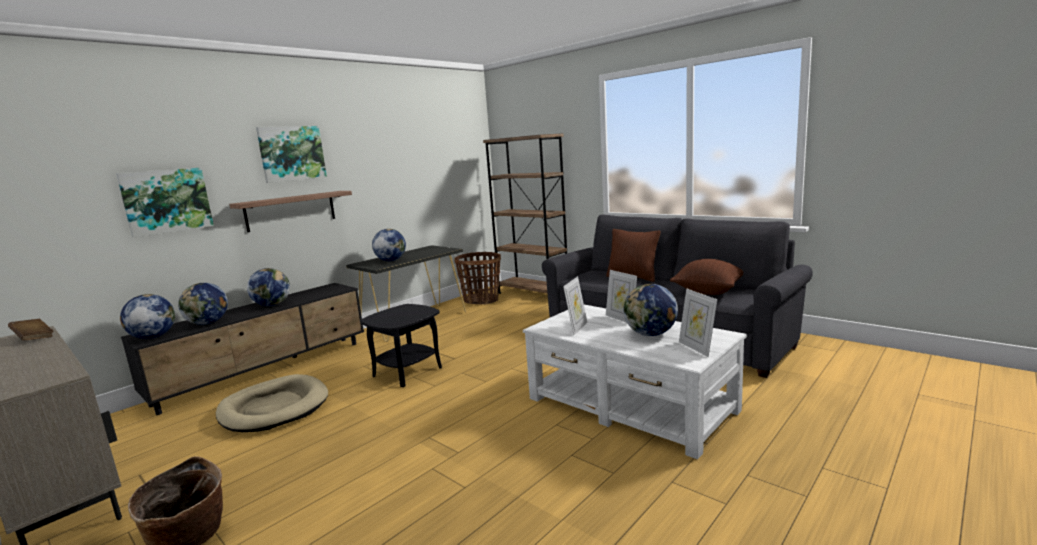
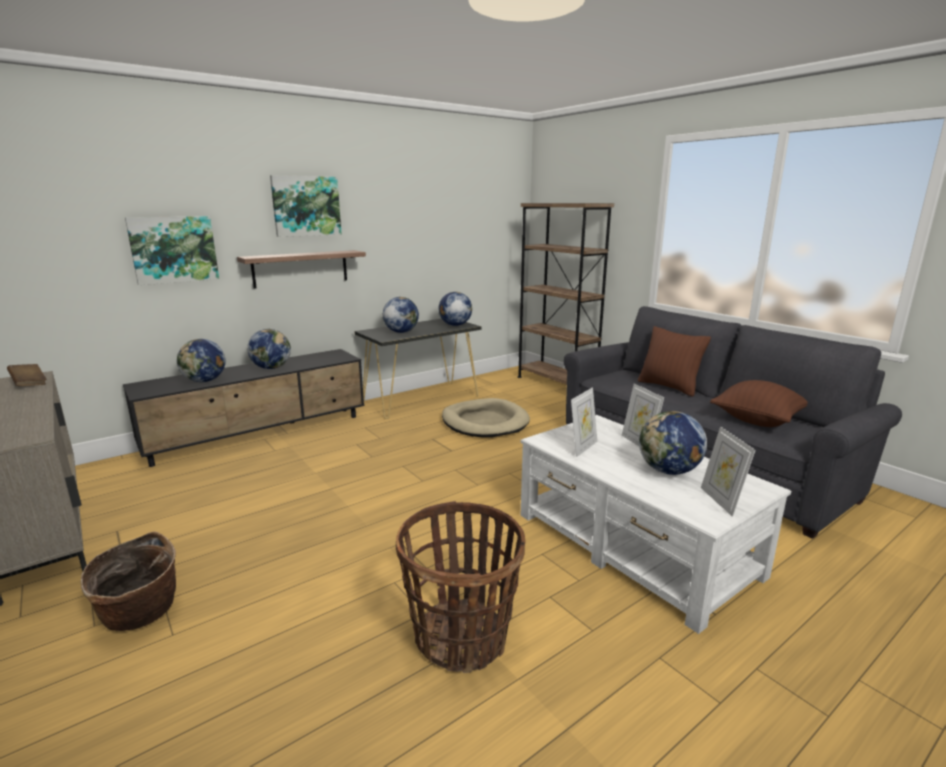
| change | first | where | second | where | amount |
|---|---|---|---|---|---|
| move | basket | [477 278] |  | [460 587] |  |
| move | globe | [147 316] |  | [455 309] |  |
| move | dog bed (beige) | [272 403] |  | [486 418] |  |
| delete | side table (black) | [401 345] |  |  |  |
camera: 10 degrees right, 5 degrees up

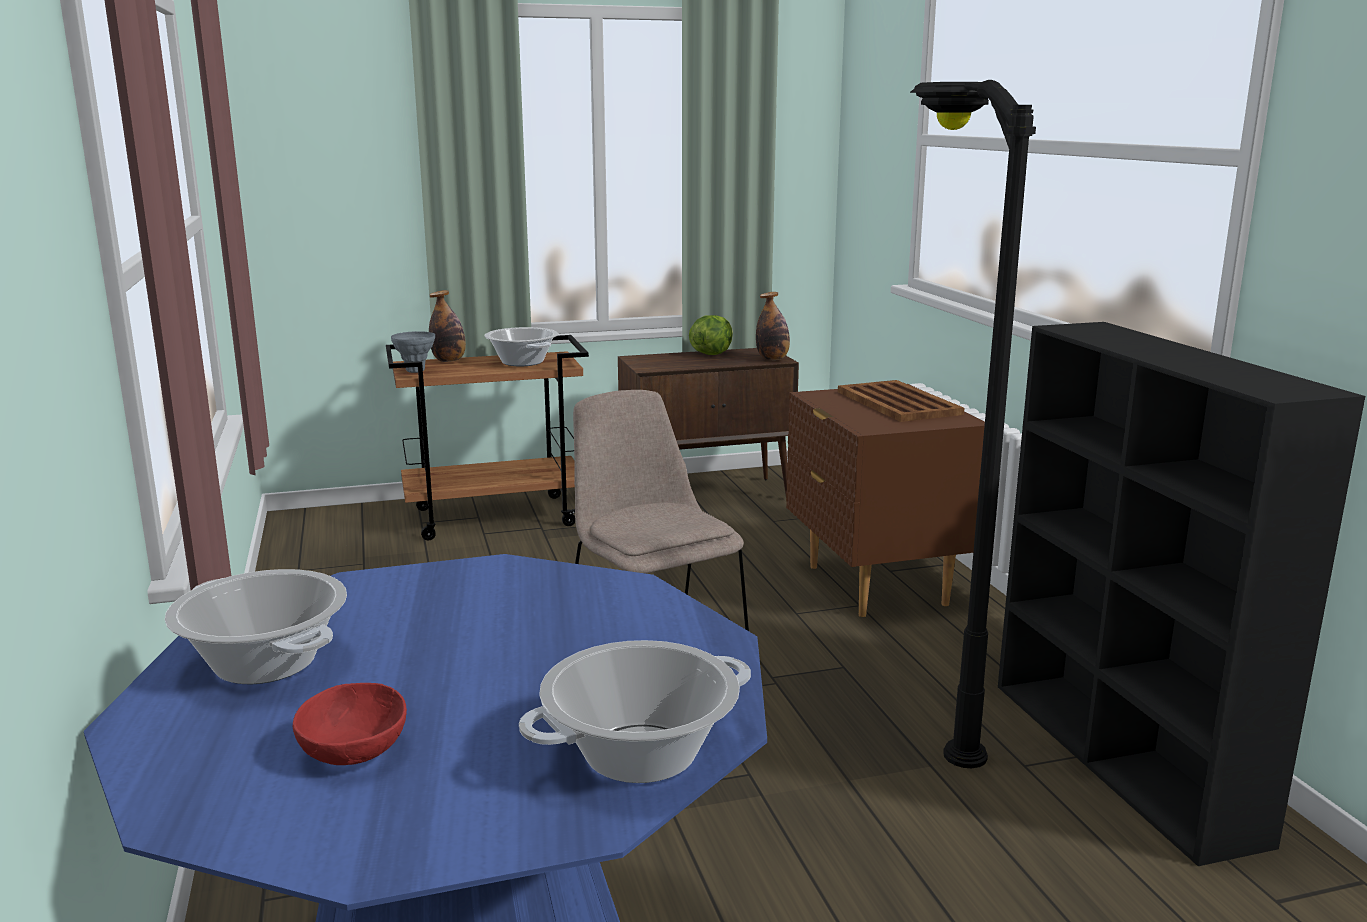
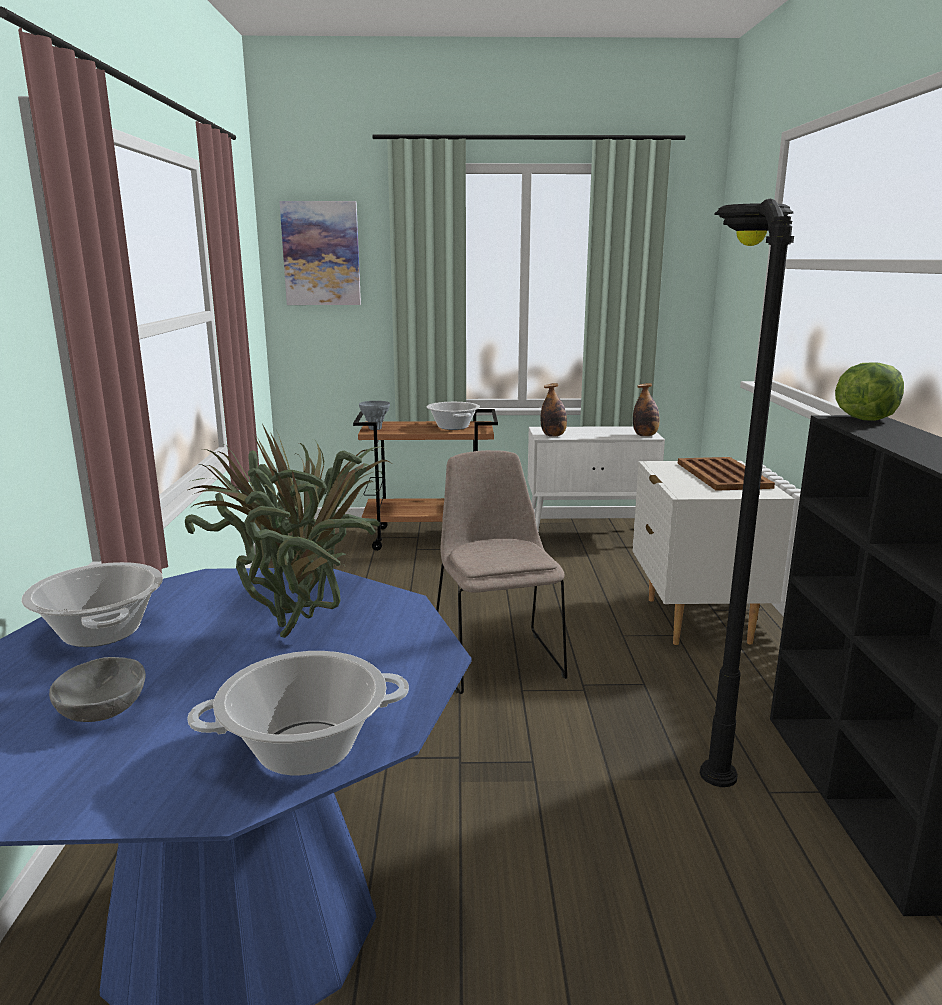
| change | first | where | second | where | amount |
|---|---|---|---|---|---|
| recolor | bowl (red) | [350 724] | bowl (grey) | [97 689] |  |
| insert |  |  | potted plant | [288 531] |  |
| insert |  |  | picture | [320 253] |  |
| recolor | cabinet (brown) | [708 421] | cabinet (white) | [596 478] |  |
| move | bottle | [447 326] |  | [554 410] |  |
| recolor | nightstand (brown) | [885 500] | nightstand (white) | [713 553] |  |
| move | lettuce | [711 335] |  | [869 391] |  |
camera: 15 degrees right, 0 degrees up

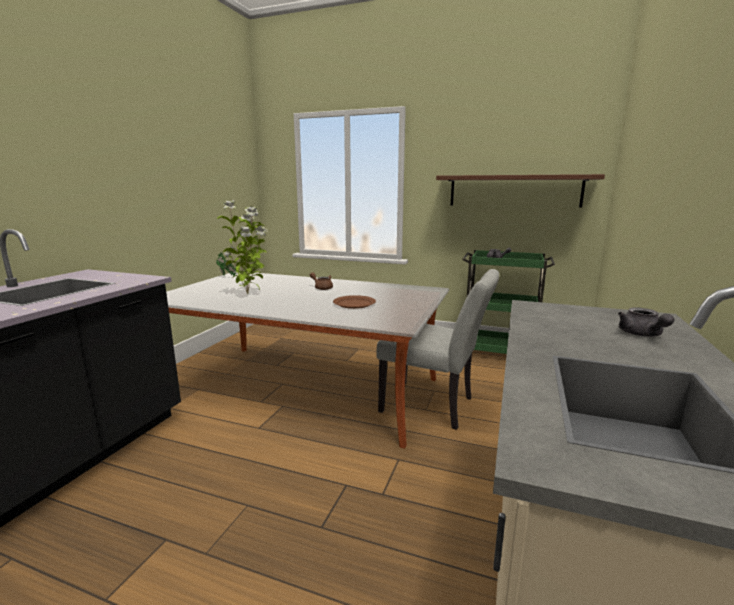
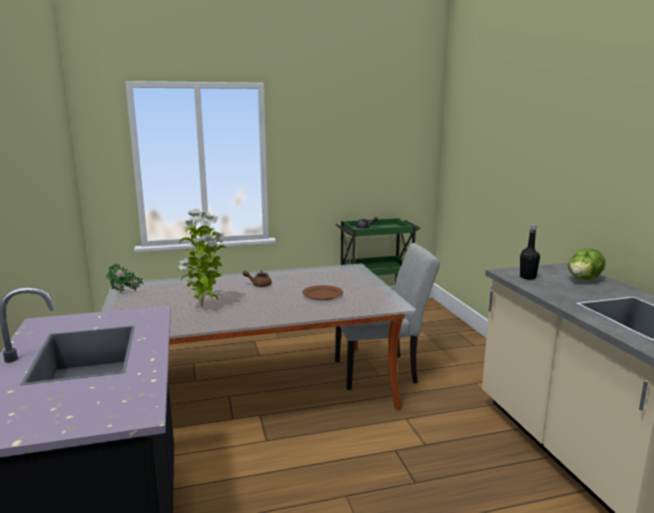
| change | first | where | second | where | amount |
|---|---|---|---|---|---|
| insert |  |  | bottle (black) | [530 252] |  |
| replace | teapot (grey) | [646 322] | lettuce | [587 264] |  |
| delete | shelf (brown) | [520 190] |  |  |  |
camera: 35 degrees left, 0 degrees up

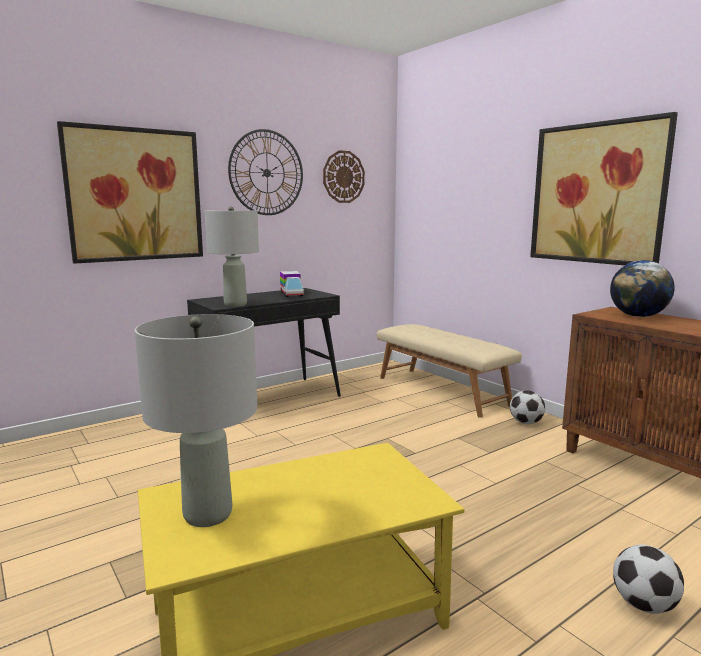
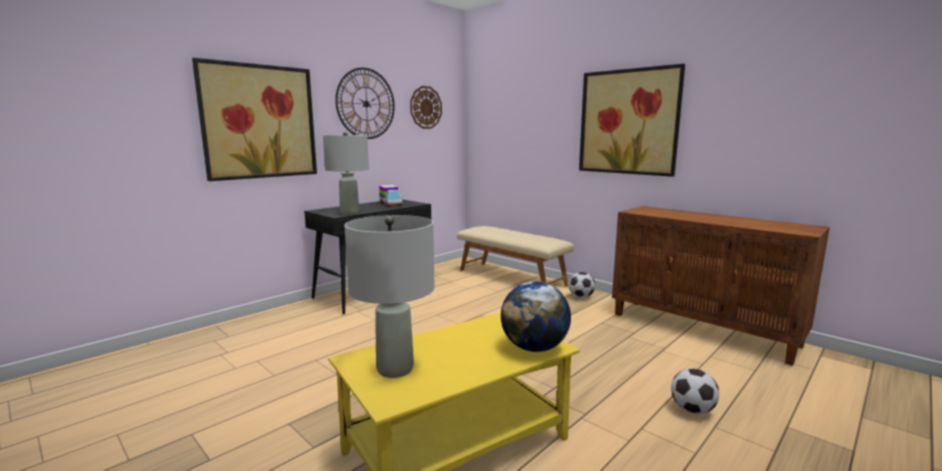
| change | first | where | second | where | amount |
|---|---|---|---|---|---|
| move | globe | [642 288] |  | [536 316] |  |
camera: 10 degrees left, 0 degrees up

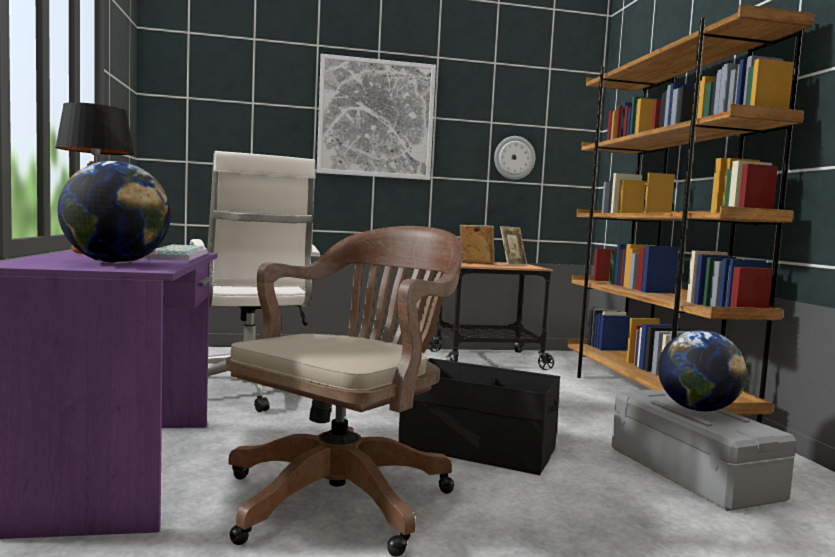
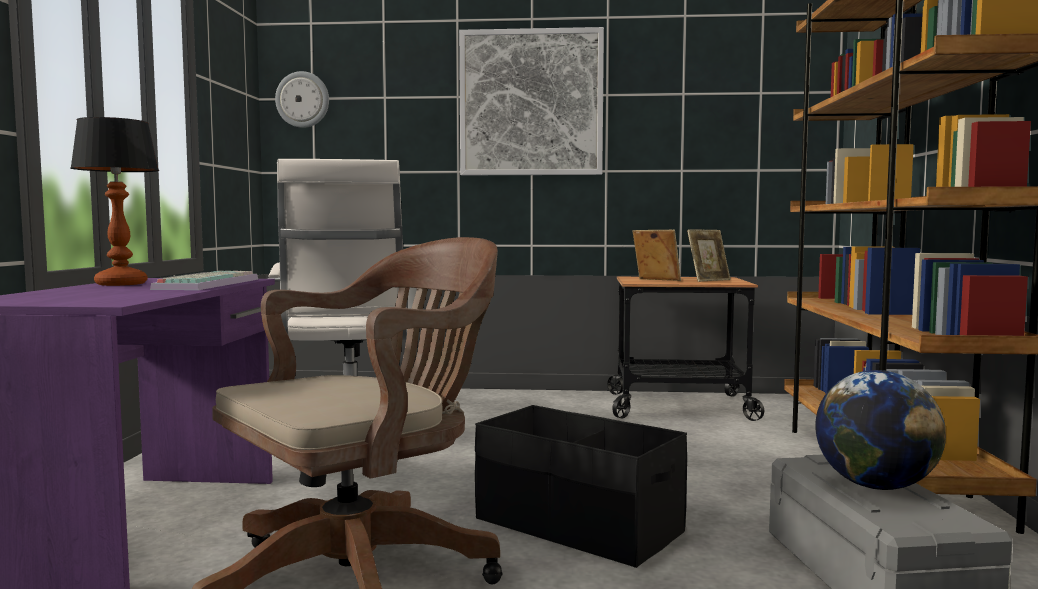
| change | first | where | second | where | amount |
|---|---|---|---|---|---|
| move | wall clock | [514 158] |  | [302 99] |  |
| delete | globe | [114 212] |  |  |  |
camera: 15 degrees right, 0 degrees up

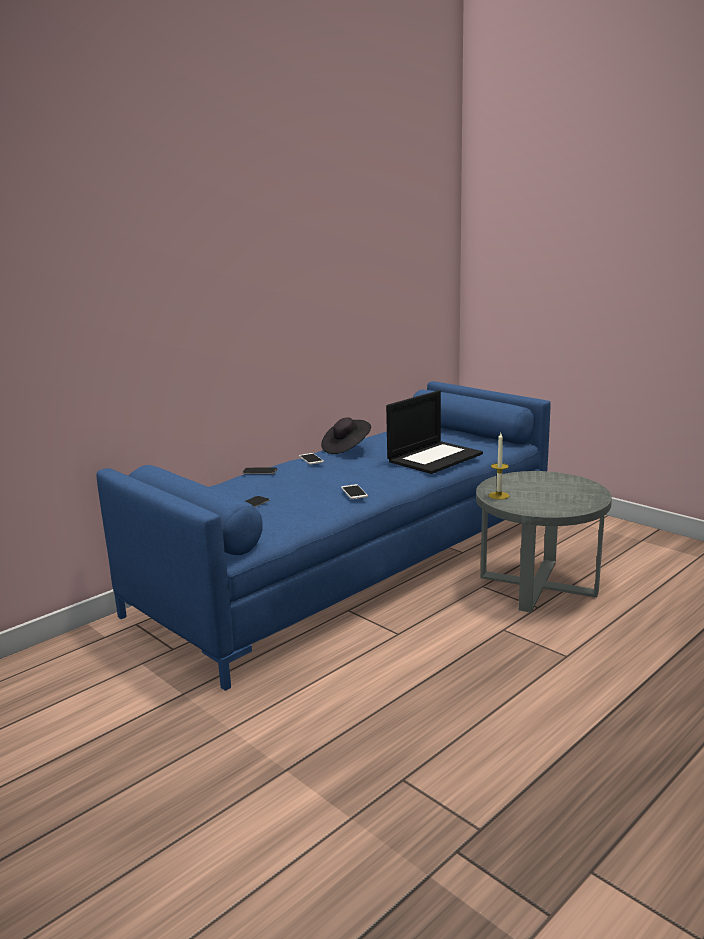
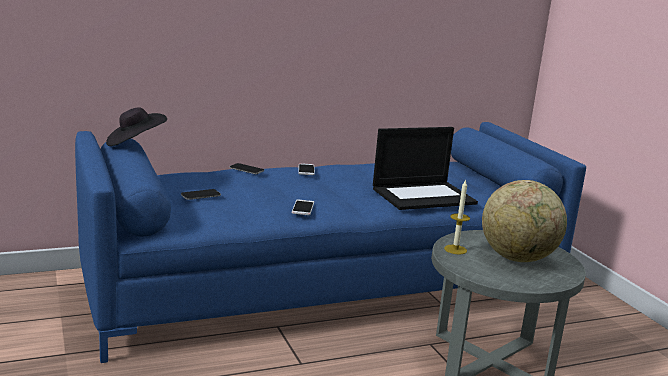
| change | first | where | second | where | amount |
|---|---|---|---|---|---|
| move | hat (black) | [346 435] |  | [136 126] |  |
| insert |  |  | globe | [524 221] |  |
camera: 20 degrees right, 0 degrees up

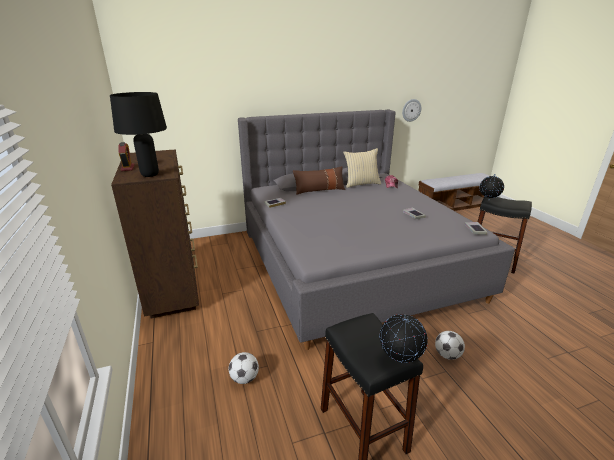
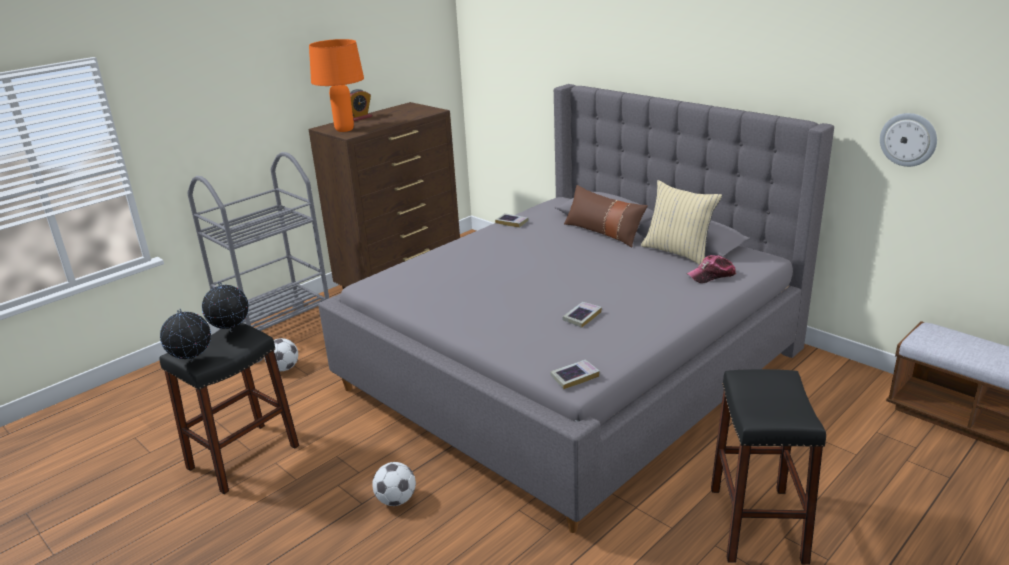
| change | first | where | second | where | amount |
|---|---|---|---|---|---|
| insert |  |  | cart (grey) | [258 257] |  |
| move | globe | [492 187] |  | [225 307] |  |
| recolor | table lamp (black) | [138 134] | table lamp (orange) | [336 85] |  |
camera: 65 degrees right, 0 degrees up

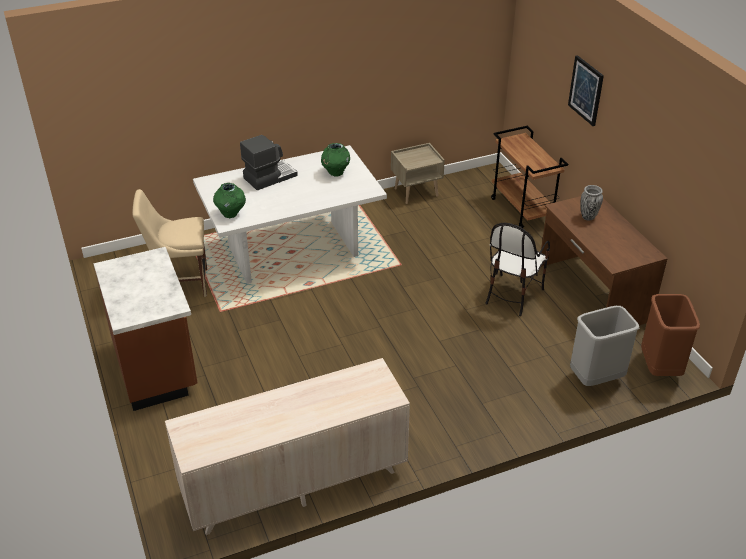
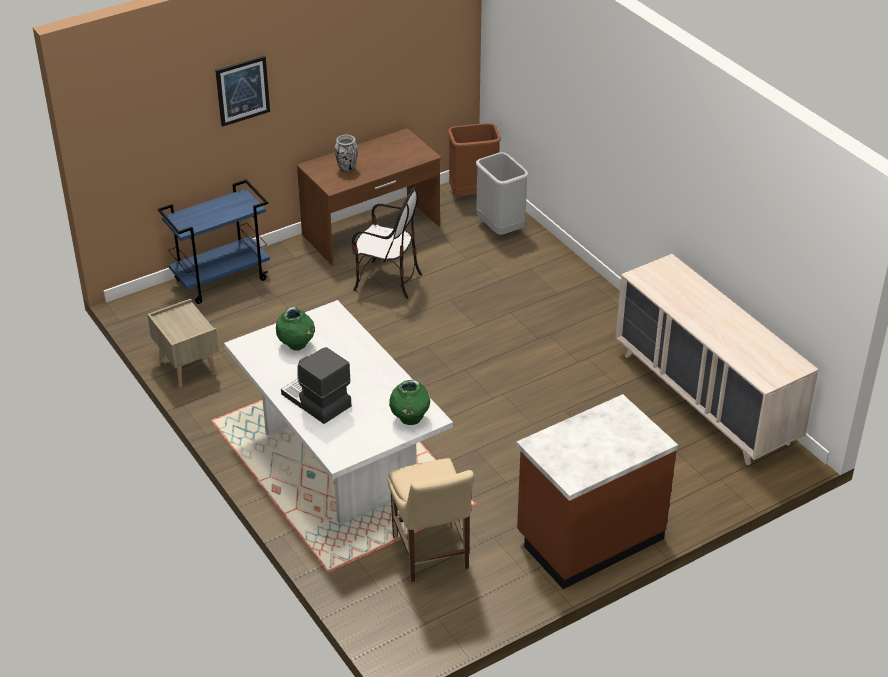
| change | first | where | second | where | amount |
|---|---|---|---|---|---|
| recolor | cart (brown) | [529 177] | cart (blue) | [214 242] |  |
camera: 100 degrees left, 0 degrees up

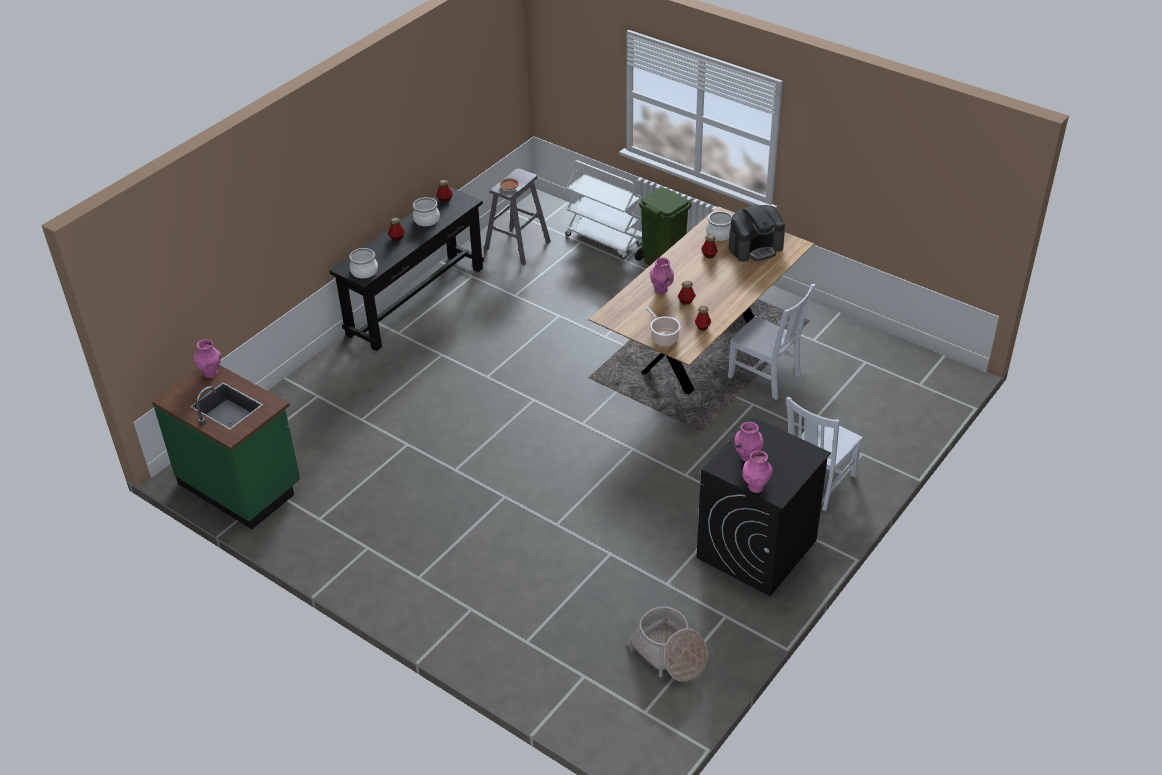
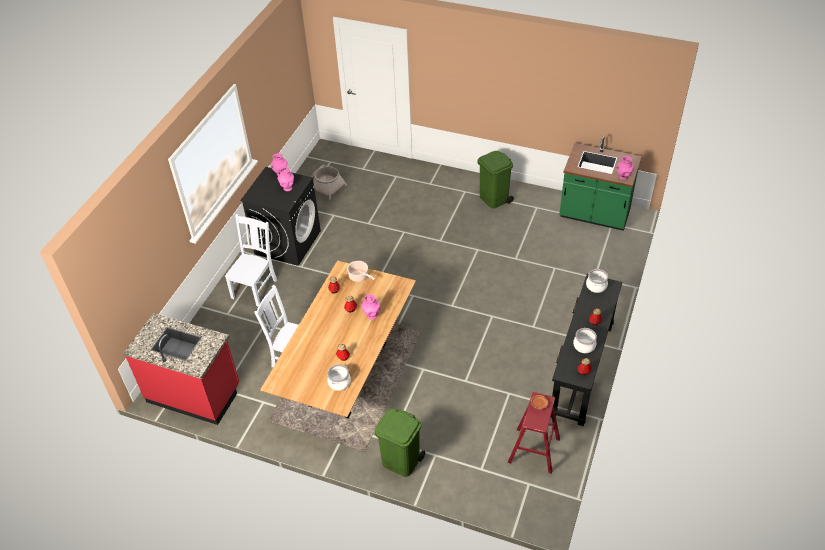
| change | first | where | second | where | amount |
|---|---|---|---|---|---|
| insert |  |  | counter (red) | [181 369] |  |
| insert |  |  | trash can (green) | [495 180] |  |
| recolor | stool (grey) | [517 217] | stool (red) | [534 433] |  |
| delete | cart (white) | [604 209] |  |  |  |
| delete | coffee machine | [757 233] |  |  |  |
camera: 165 degrees right, 5 degrees up

